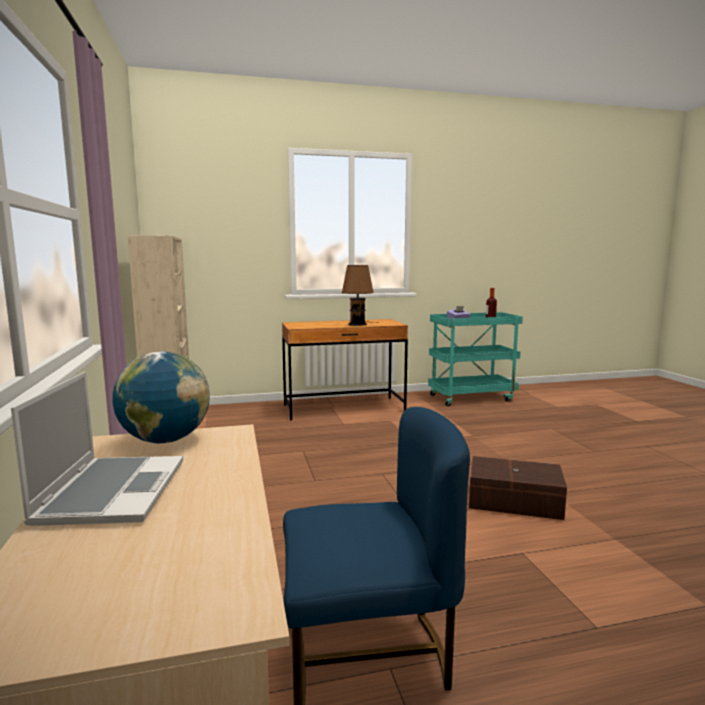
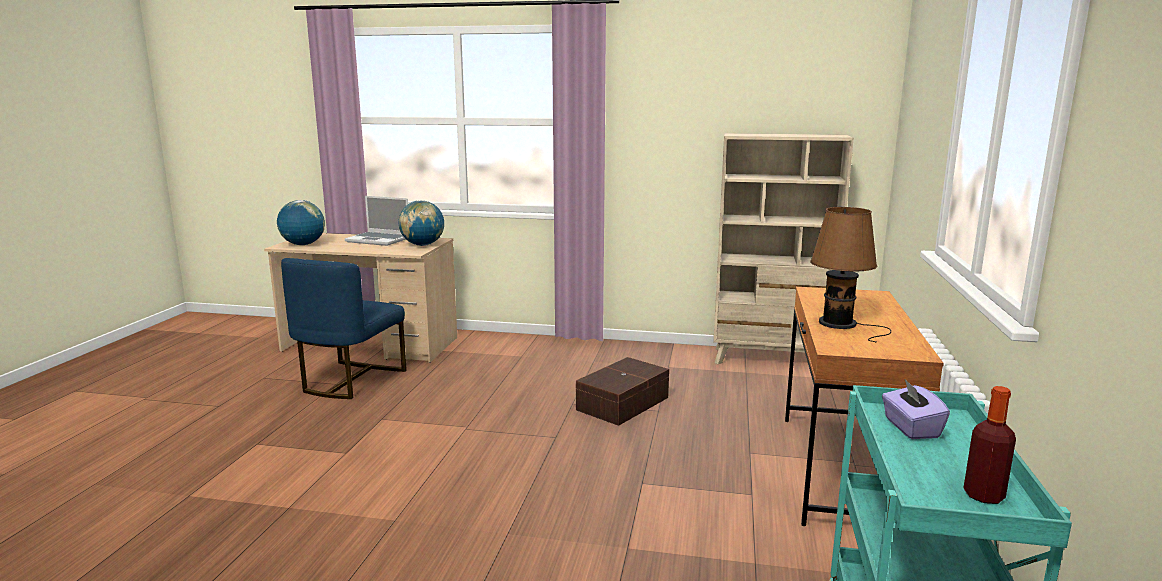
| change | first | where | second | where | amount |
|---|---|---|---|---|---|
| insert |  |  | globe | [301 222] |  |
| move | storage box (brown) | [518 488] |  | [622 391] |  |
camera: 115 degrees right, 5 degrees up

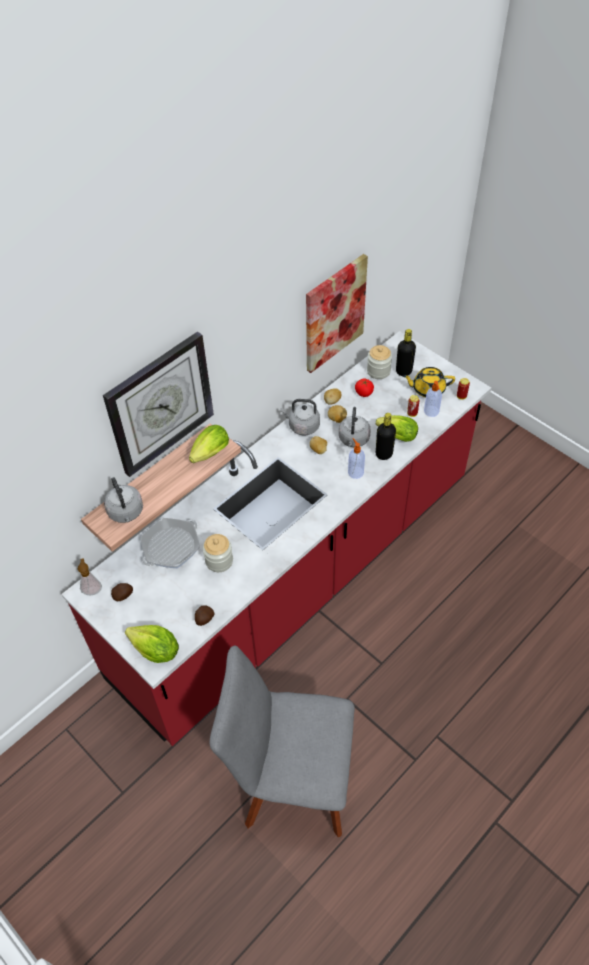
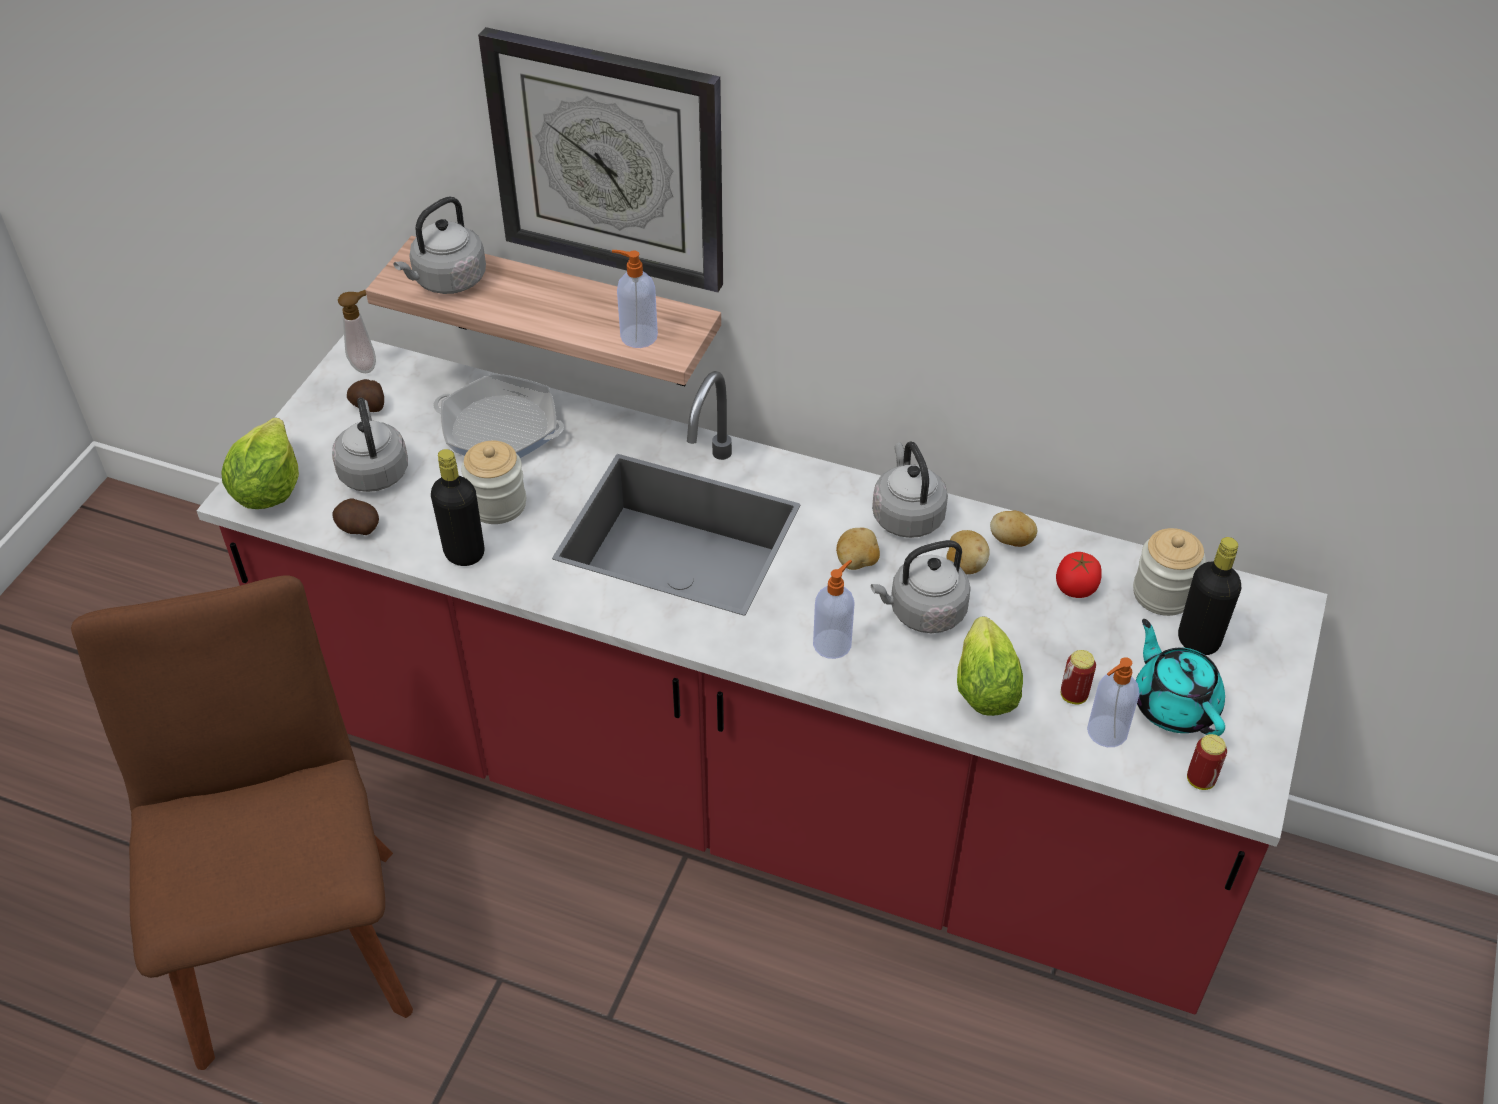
| change | first | where | second | where | amount |
|---|---|---|---|---|---|
| recolor | chair (grey) | [282 741] | chair (brown) | [242 822] |  |
| insert |  |  | kettle (grey) | [370 445] |  |
| move | bottle (black) | [386 436] |  | [458 507] |  |
| replace | lettuce | [209 444] | soap dispenser | [635 299] |  |
| recolor | teapot (yellow) | [429 382] | teapot (turquoise) | [1180 677] |  |
| delete | picture | [337 313] |  |  |  |
camera: 65 degrees right, 5 degrees down

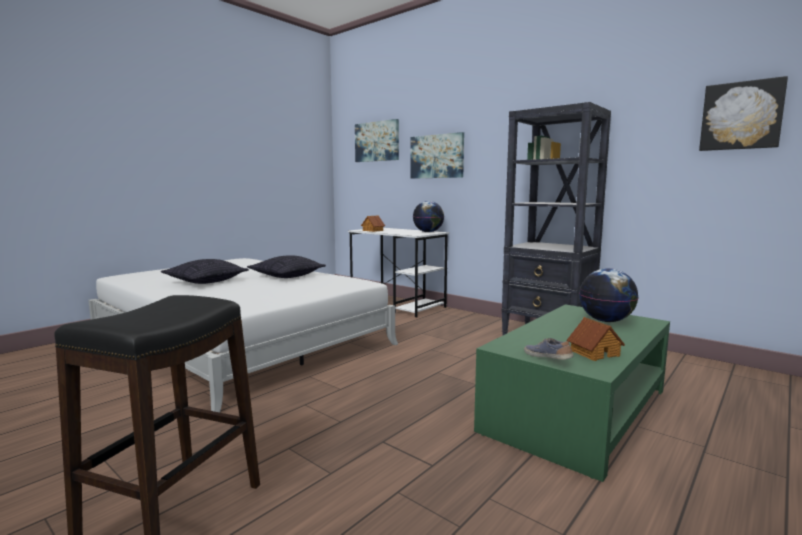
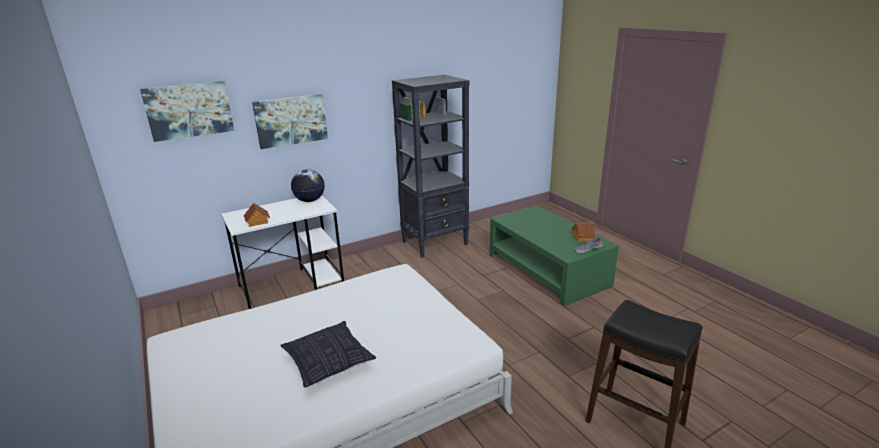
| change | first | where | second | where | amount |
|---|---|---|---|---|---|
| delete | pillow | [286 267] |  |  |  |
| delete | globe | [608 295] |  |  |  |
| delete | picture | [743 113] |  |  |  |
camera: 70 degrees left, 15 degrees up

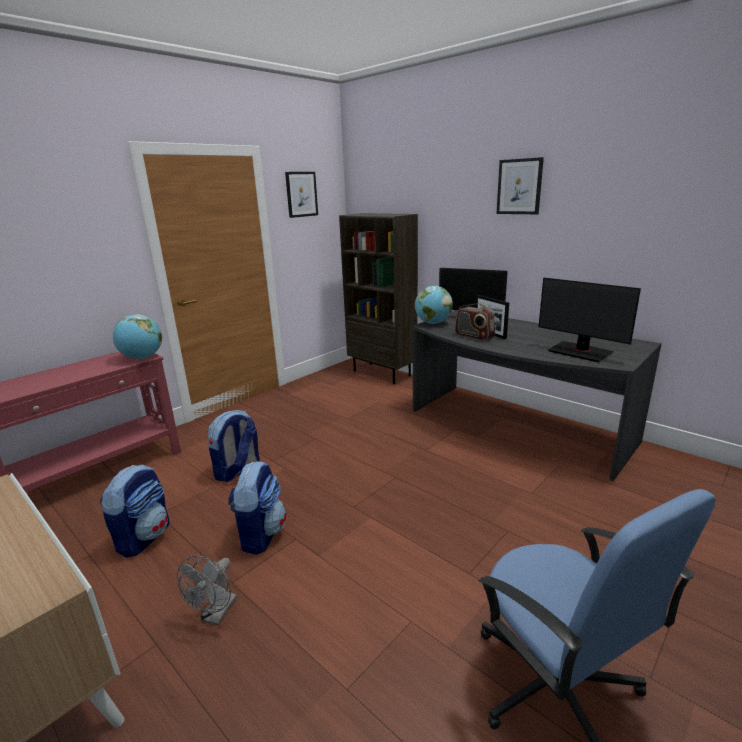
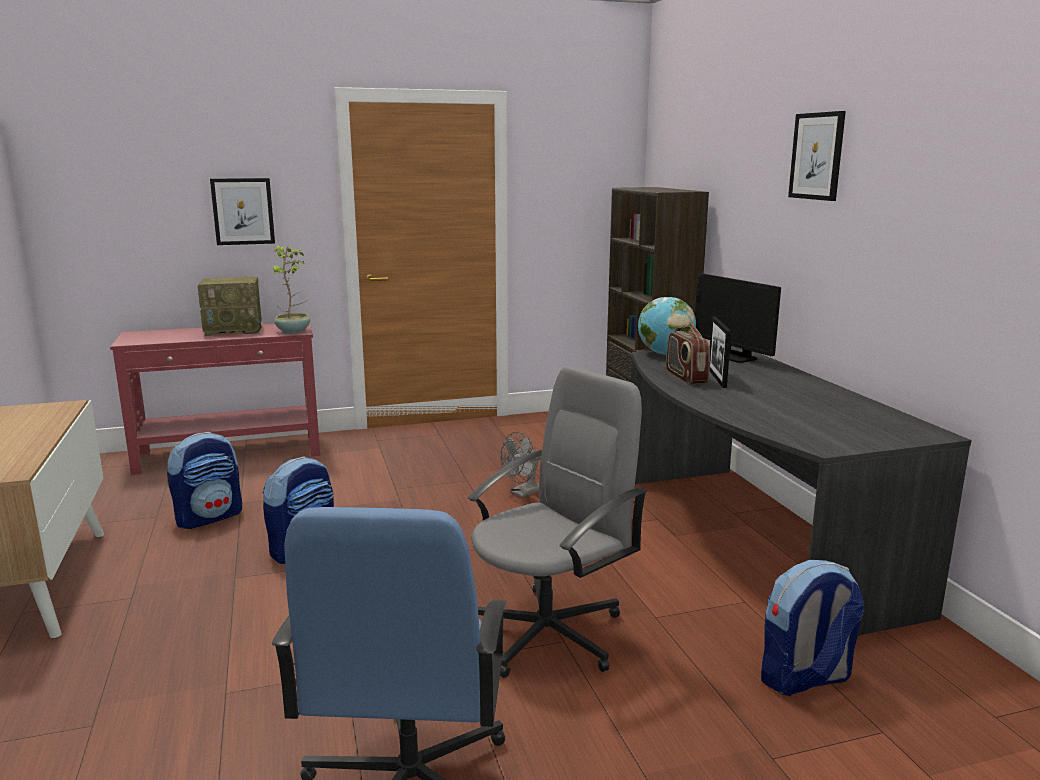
| change | first | where | second | where | amount |
|---|---|---|---|---|---|
| insert |  |  | radio | [230 306] |  |
| move | picture | [301 195] |  | [242 211] |  |
| replace | globe | [137 337] | potted plant | [291 289] |  |
| insert |  |  | office chair (grey) | [557 522] |  |
| move | fan (grey) | [207 590] |  | [520 465] |  |
| move | backpack | [234 446] |  | [812 628] |  |
| delete | monitor | [589 320] |  |  |  |
camera: 30 degrees right, 5 degrees down

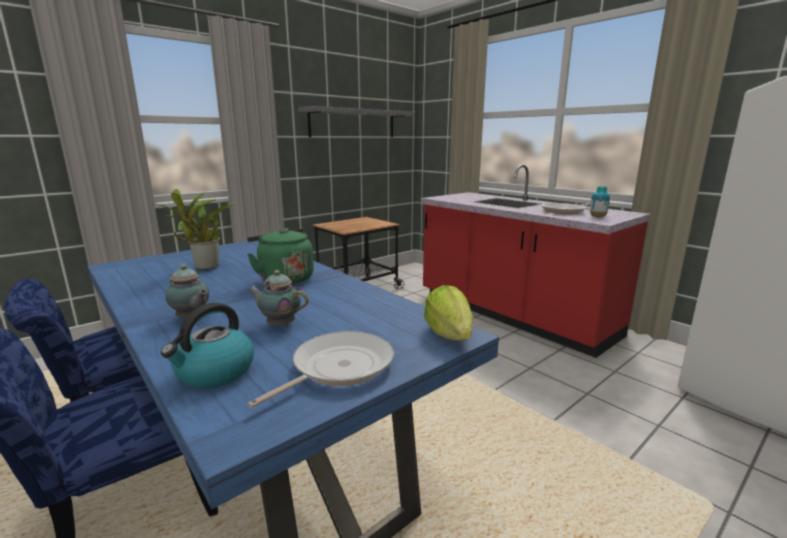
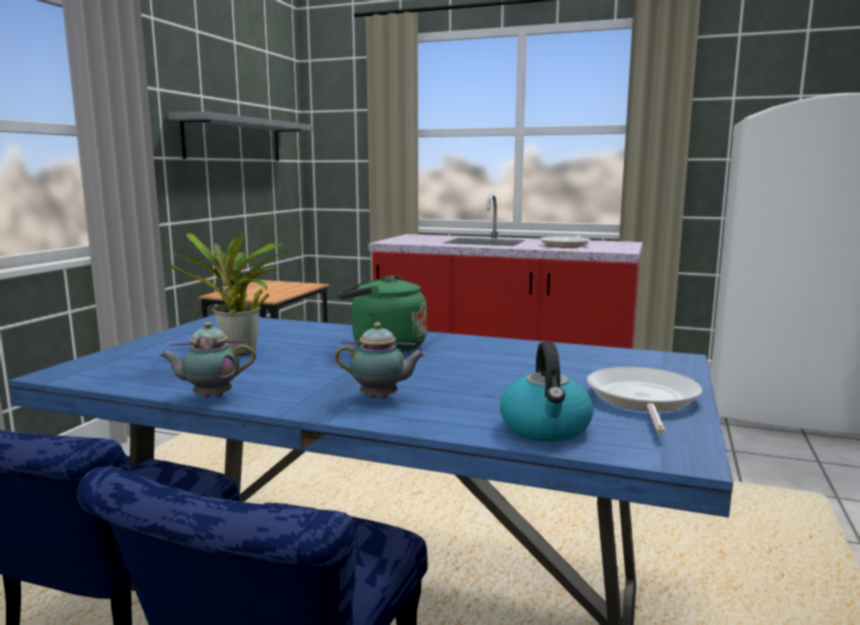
| change | first | where | second | where | amount |
|---|---|---|---|---|---|
| move | teapot | [278 298] |  | [207 360] |  |
| delete | lettuce | [448 312] |  |  |  |
| delete | vase | [600 201] |  |  |  |
camera: 30 degrees left, 5 degrees down

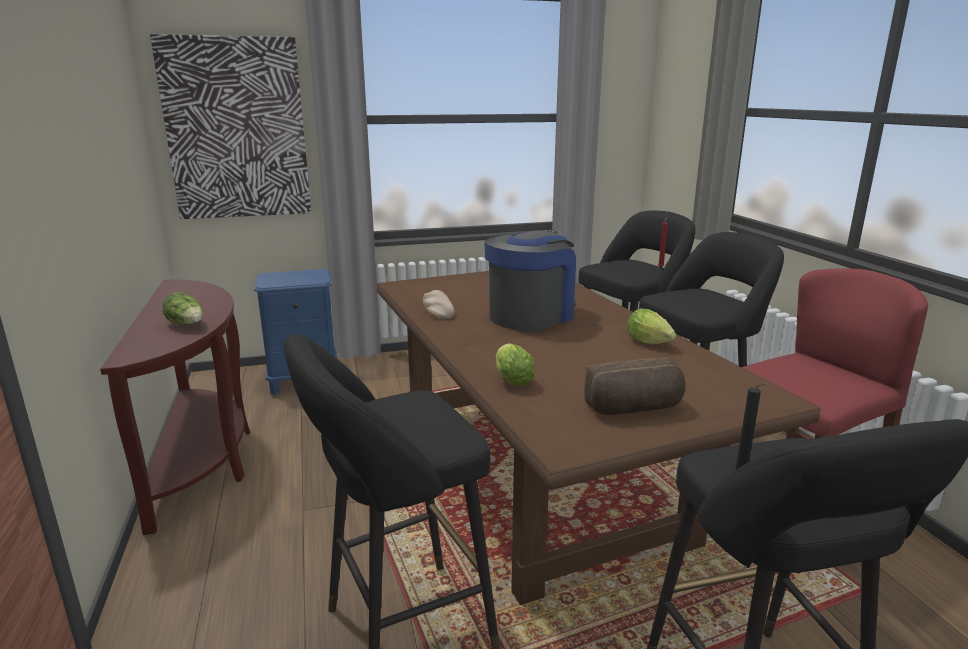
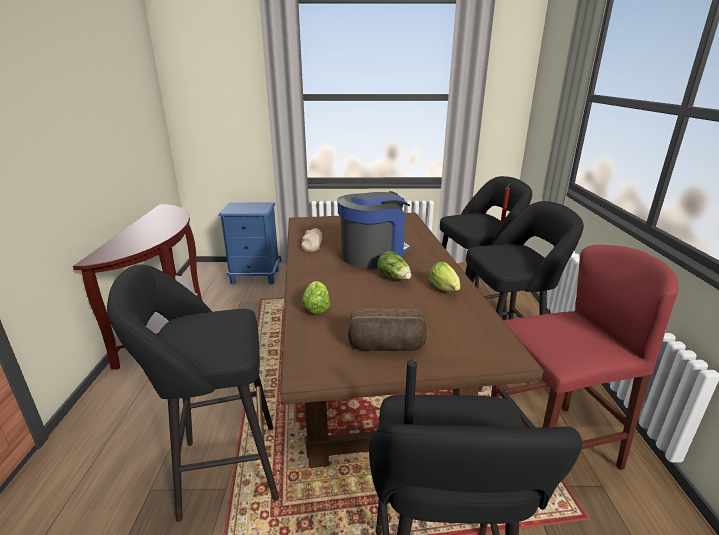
| change | first | where | second | where | amount |
|---|---|---|---|---|---|
| move | lettuce | [182 308] |  | [394 265] |  |
| delete | picture | [230 126] |  |  |  |
camera: 15 degrees right, 5 degrees up

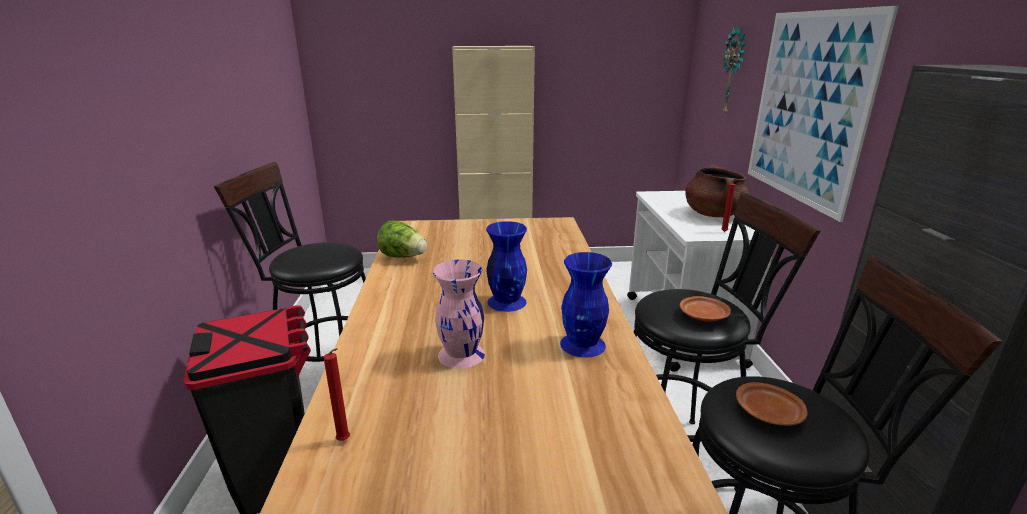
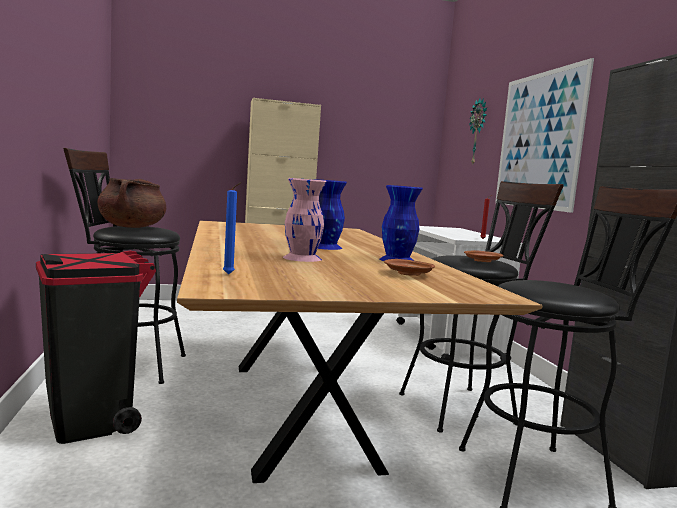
| change | first | where | second | where | amount |
|---|---|---|---|---|---|
| move | cooking pot (brown) | [717 191] |  | [131 203] |  |
| recolor | candle (red) | [337 394] | candle (blue) | [232 228] |  |
| move | plate (brown) | [772 404] |  | [409 267] |  |
| delete | lettuce | [402 239] |  |  |  |
camera: 10 degrees left, 15 degrees down

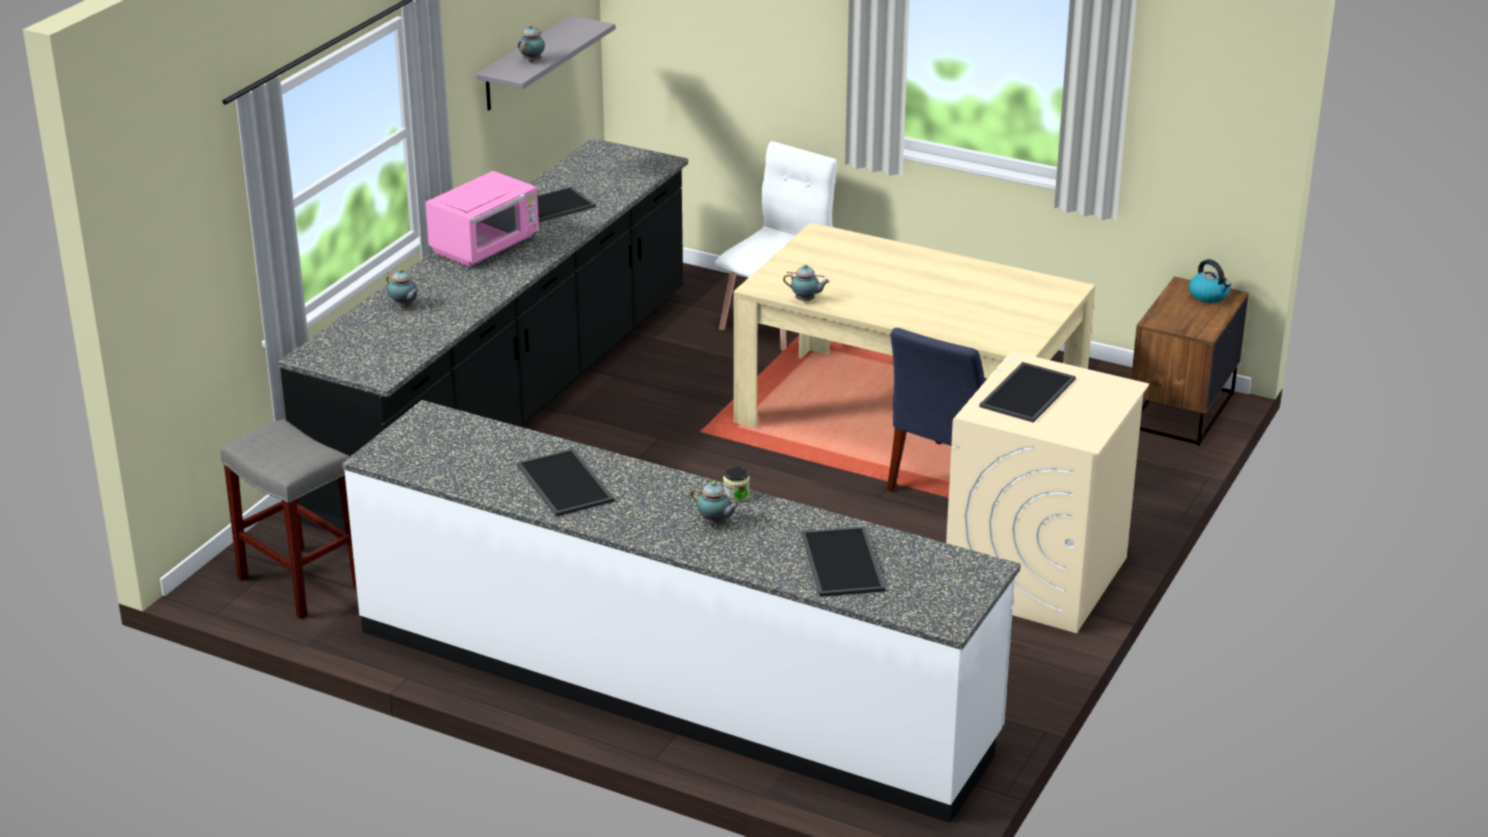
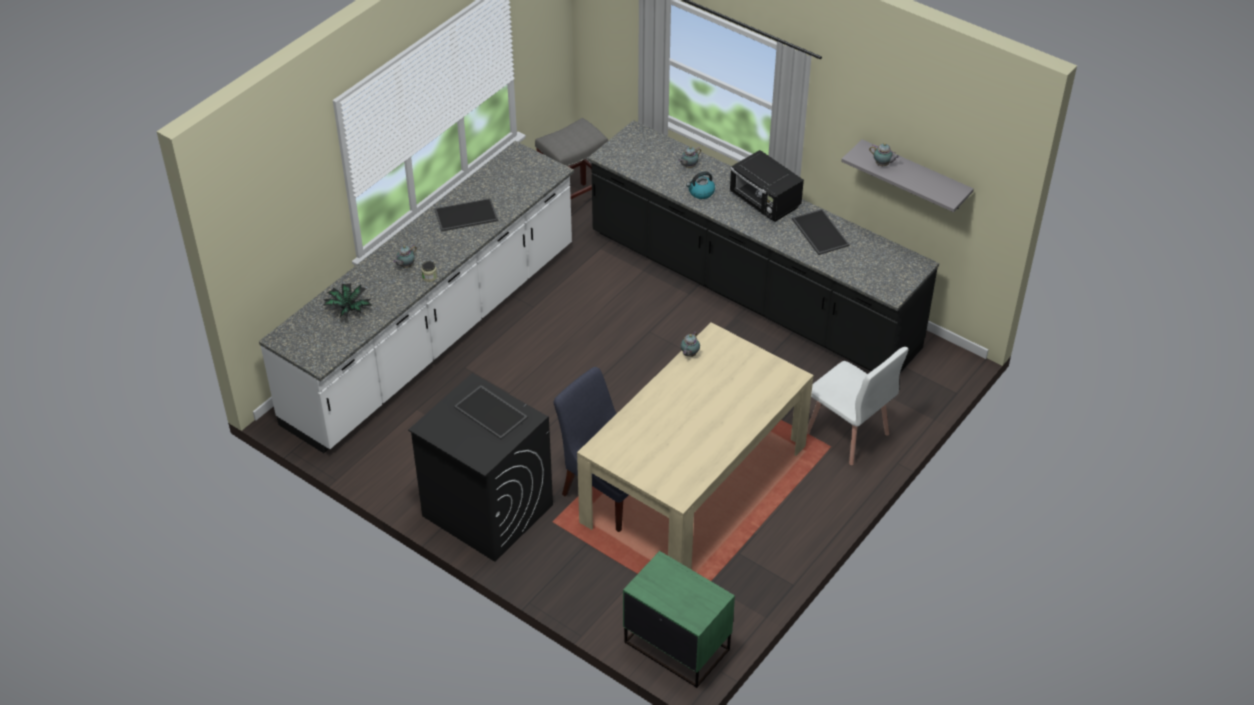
| change | first | where | second | where | amount |
|---|---|---|---|---|---|
| replace | tray | [843 561] | potted plant | [347 300] |  |
| recolor | washing machine (beige) | [1047 492] | washing machine (black) | [480 467] |  |
| recolor | nightstand (brown) | [1190 361] | nightstand (green) | [679 619] |  |
| move | kettle | [1210 281] |  | [700 185] |  |
| recolor | microwave (pink) | [482 219] | microwave (black) | [766 186] |  |
camera: 100 degrees right, 15 degrees up

